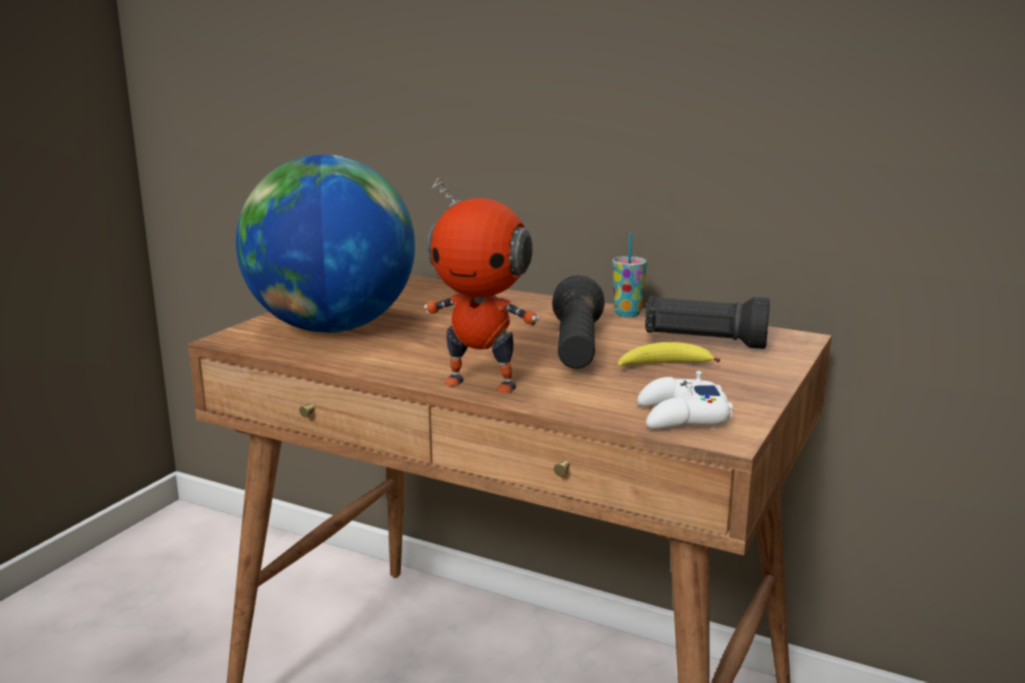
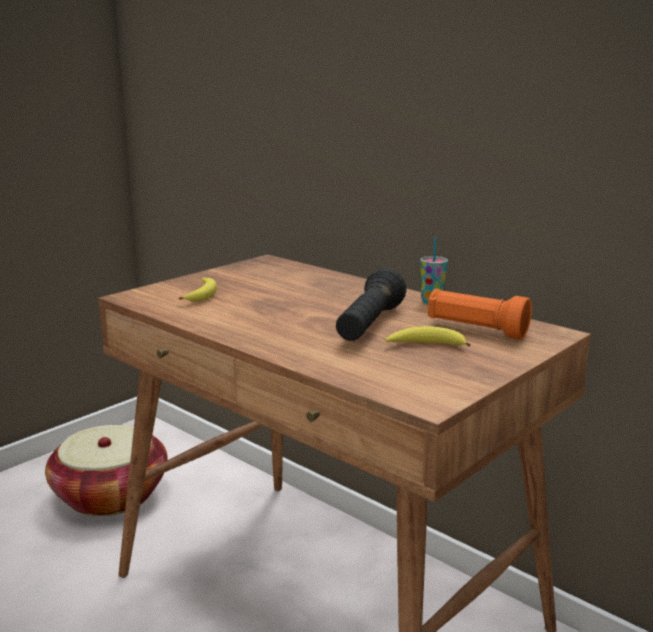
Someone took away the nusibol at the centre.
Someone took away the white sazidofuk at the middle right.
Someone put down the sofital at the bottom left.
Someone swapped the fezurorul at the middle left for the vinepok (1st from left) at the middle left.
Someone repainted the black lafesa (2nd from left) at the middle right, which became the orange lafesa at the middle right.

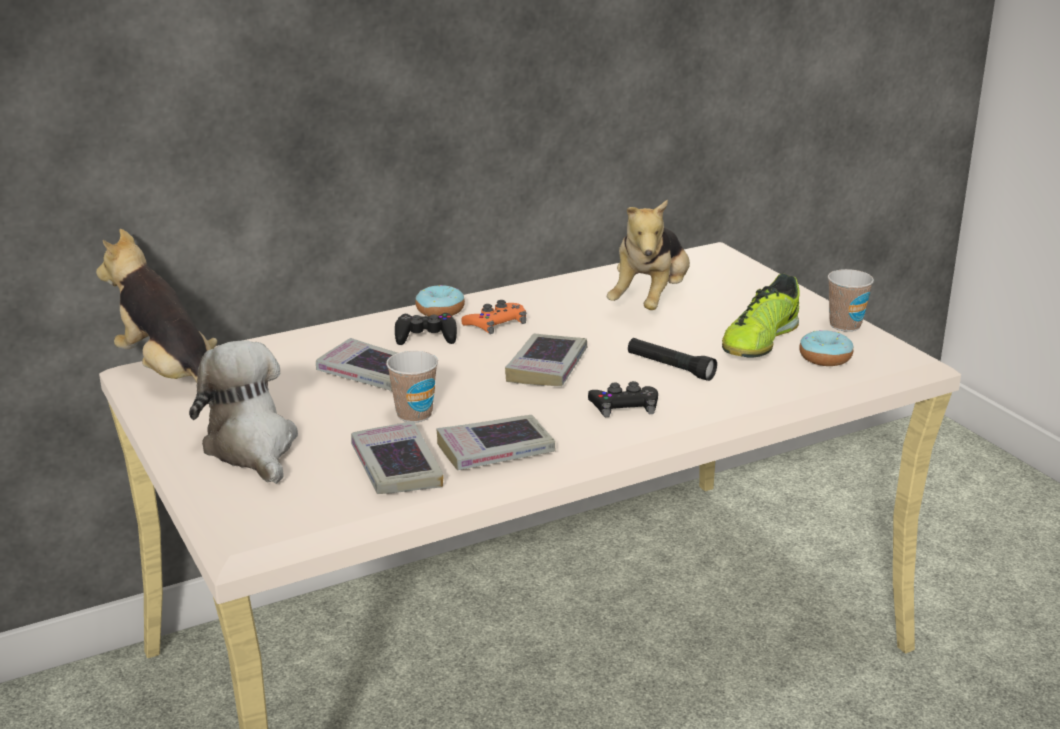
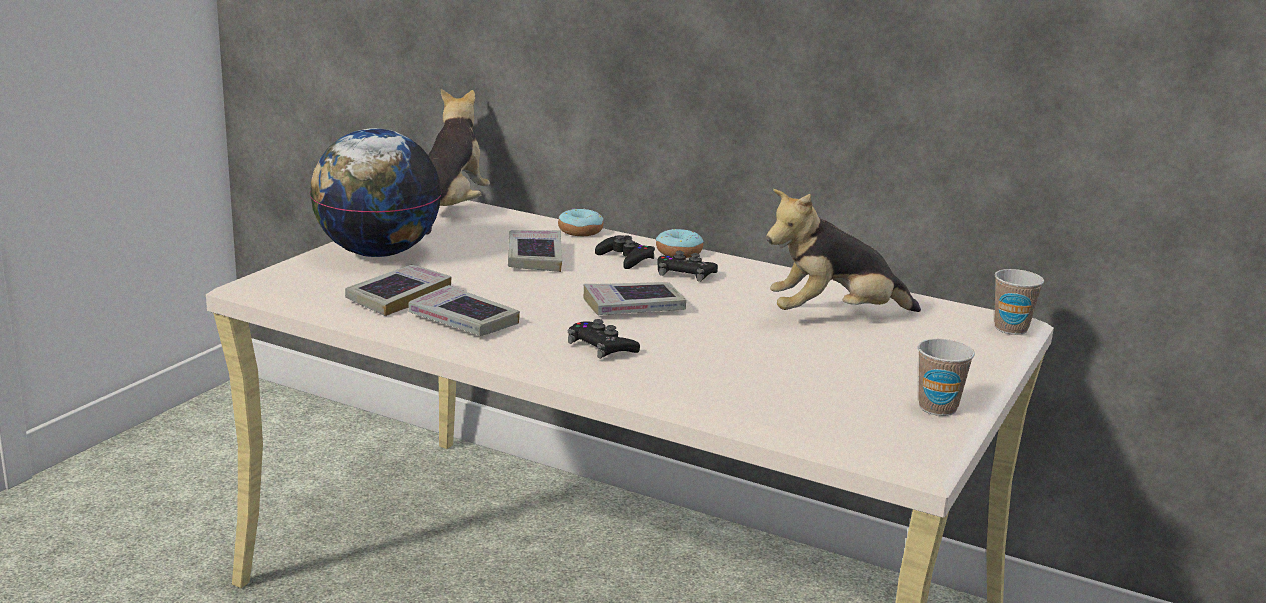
Someone took away the black lafesa at the centre.
Someone took away the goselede at the middle right.
Someone carried the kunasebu (1st from left in the first image) from the centre to the middle right.
Someone carried the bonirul (2nd from left in the first image) from the middle right to the centre.
Someone swapped the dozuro (2nd from left) at the middle left for the fezurorul at the top left.
Someone repainted the orange sazidofuk at the centre, which became the black sazidofuk (3rd from left) at the centre.

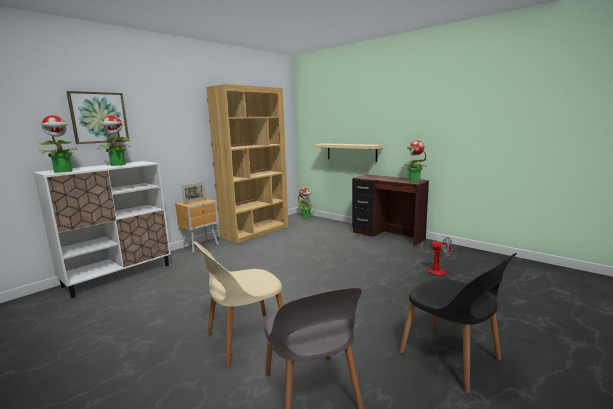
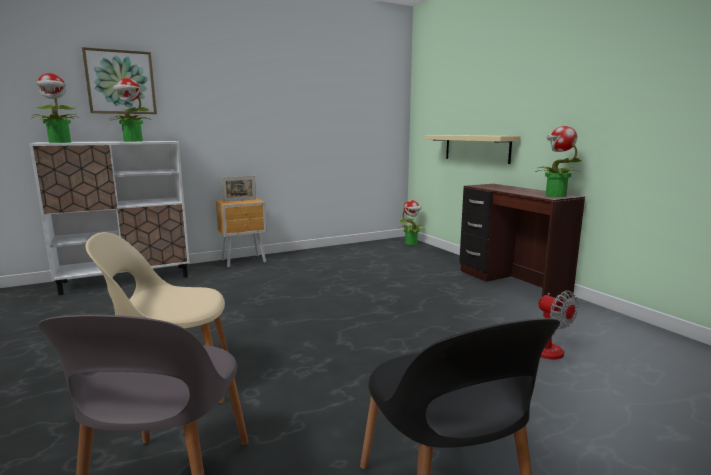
Someone took away the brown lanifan at the centre.

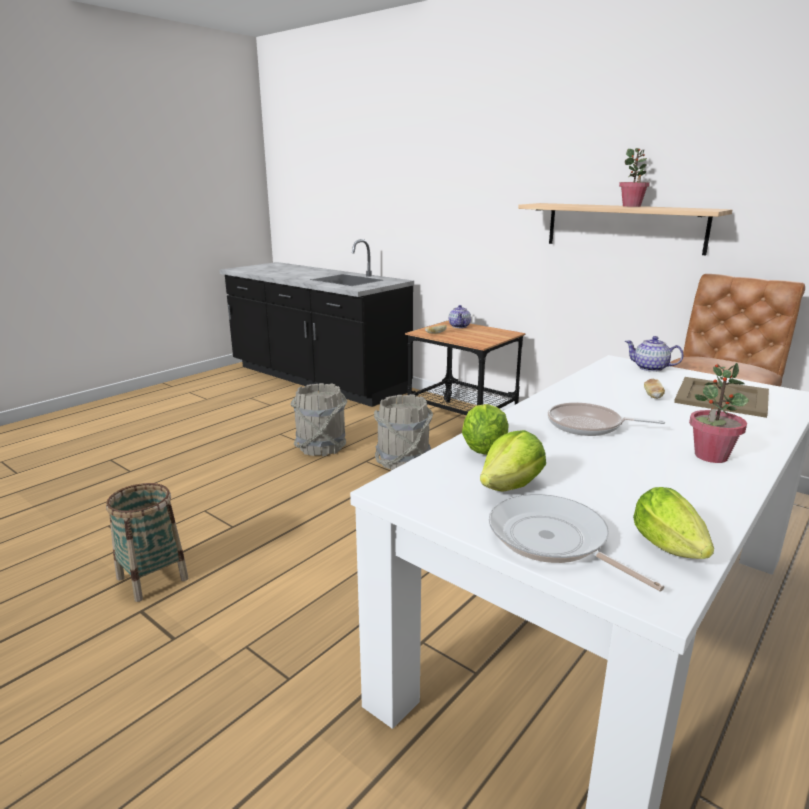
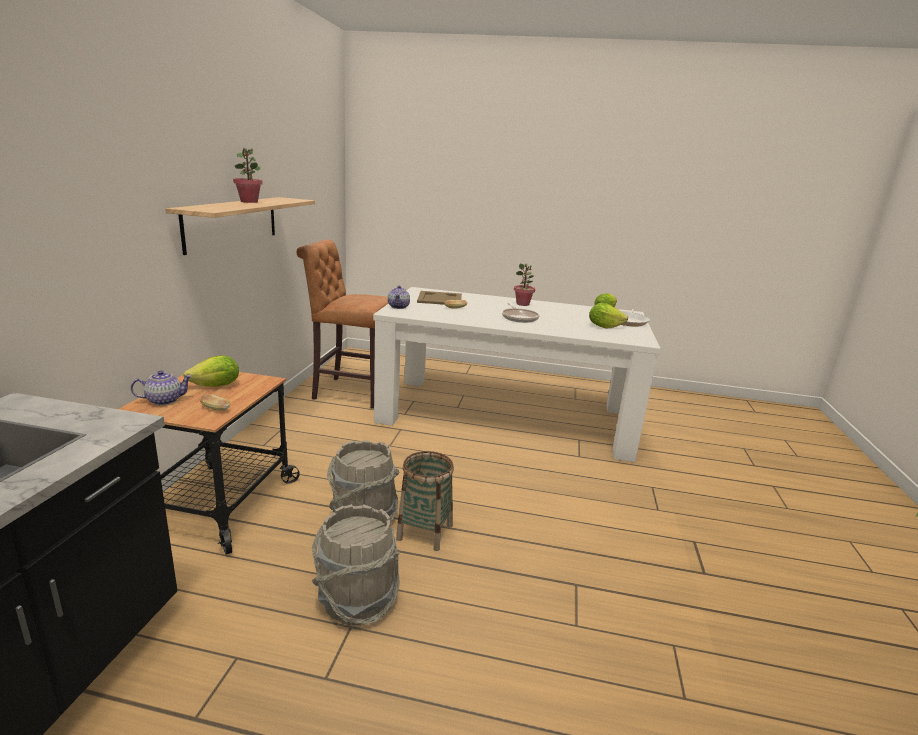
Someone carried the sofital from the bottom left to the bottom centre.
Someone carried the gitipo (1st from left) from the centre to the middle left.

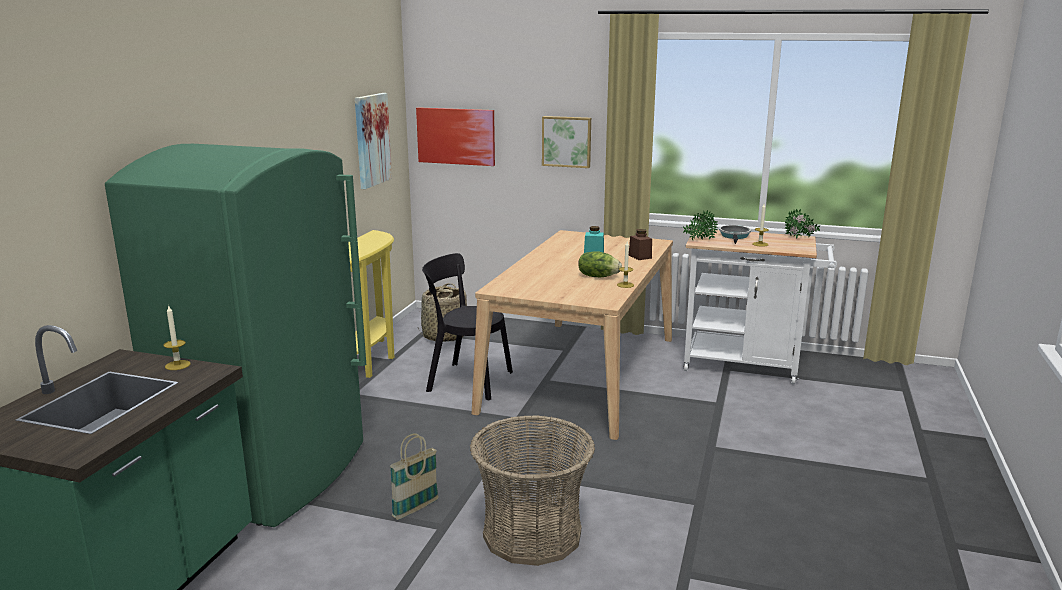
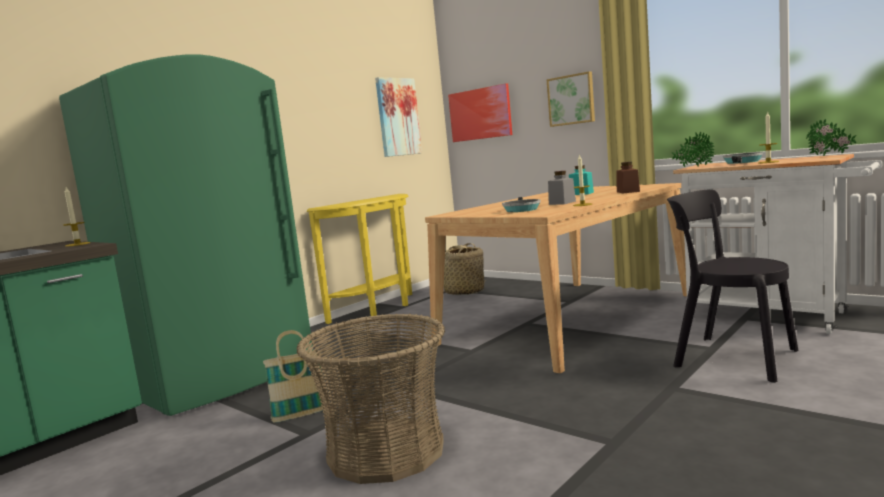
Someone put down the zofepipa (1st from left) at the centre.
Someone carried the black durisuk from the centre to the middle right.
Someone swapped the gitipo at the centre for the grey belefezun at the centre.

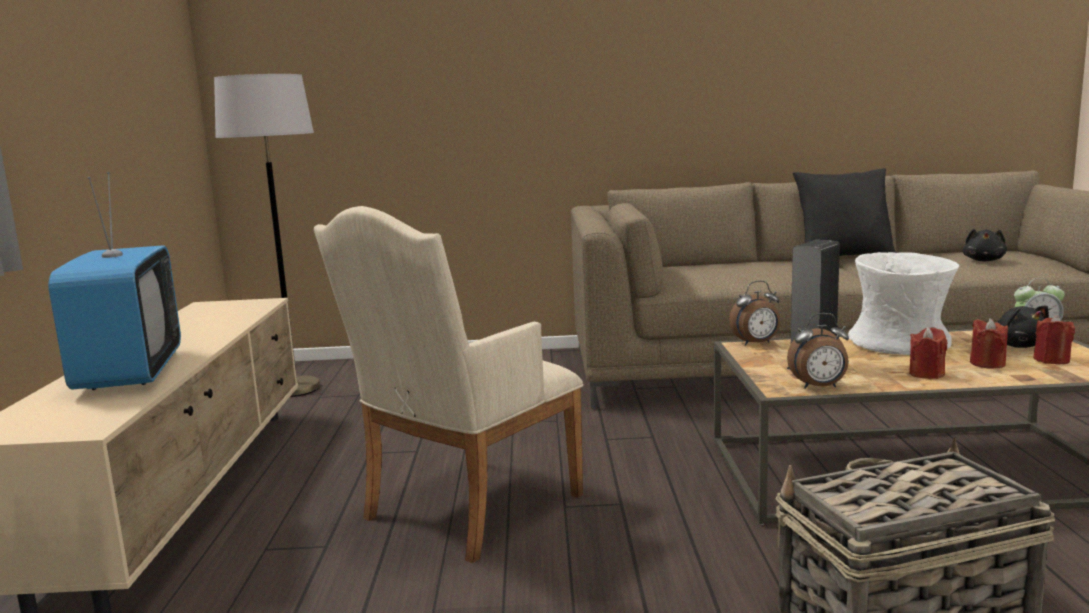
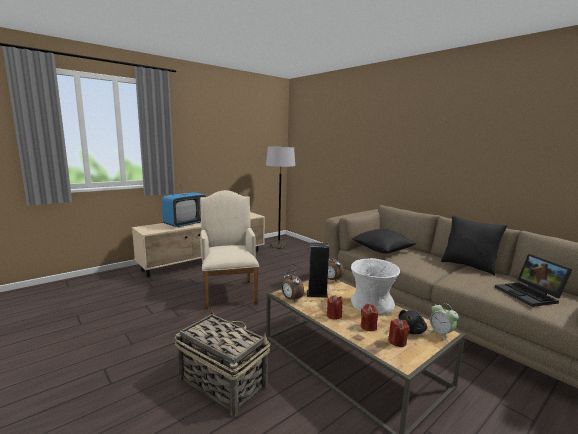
Someone put down the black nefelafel (1st from left) at the centre.
Someone swapped the black dozuro (1st from left) at the middle right for the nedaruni at the middle right.
Someone rotated the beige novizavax at the centre by 75 degrees clockwise.

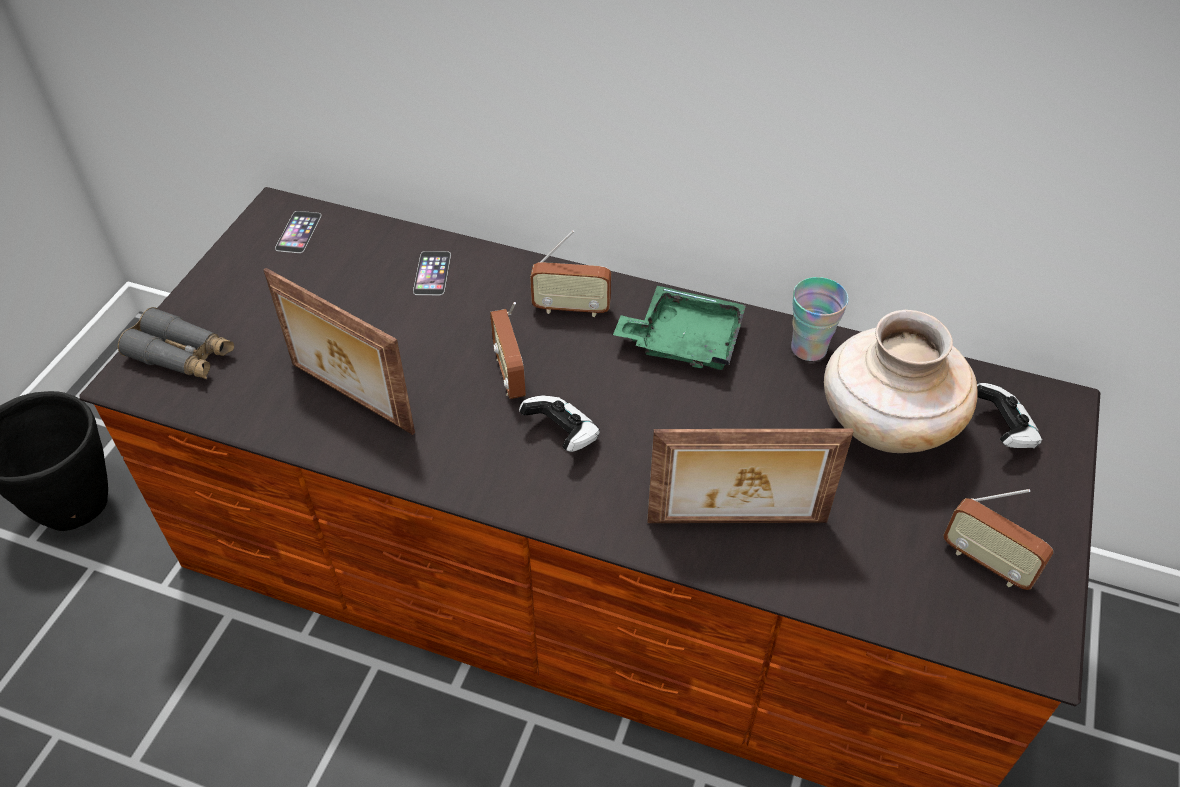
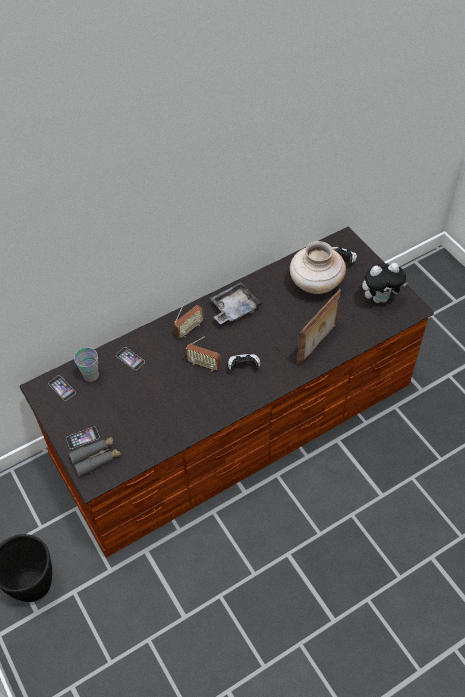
Someone took away the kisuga (1st from left) at the middle left.
Someone put down the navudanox (2nd from left) at the middle left.
Someone carried the kunasebu from the middle right to the middle left.
Someone swapped the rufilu (3rd from left) at the bottom right for the dozuro at the middle right.
Someone repainted the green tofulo at the centre, which became the grey tofulo at the centre.

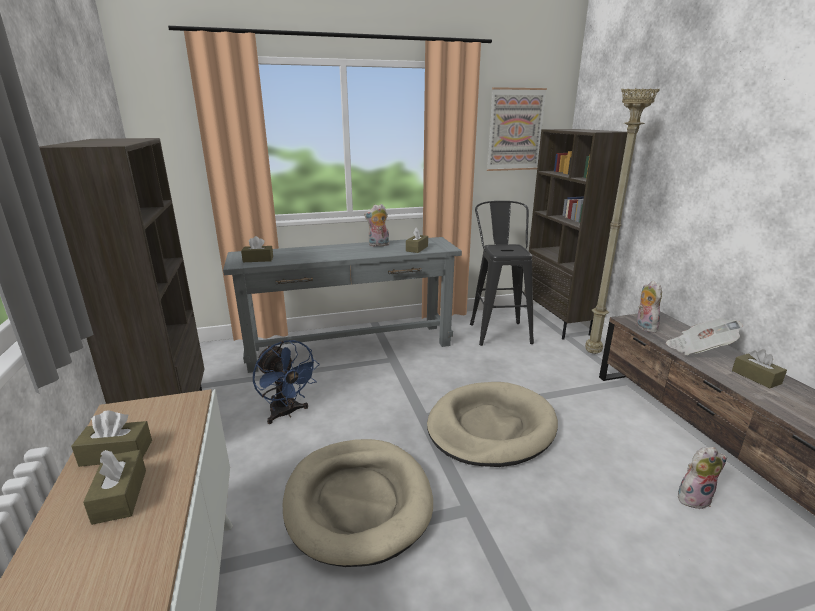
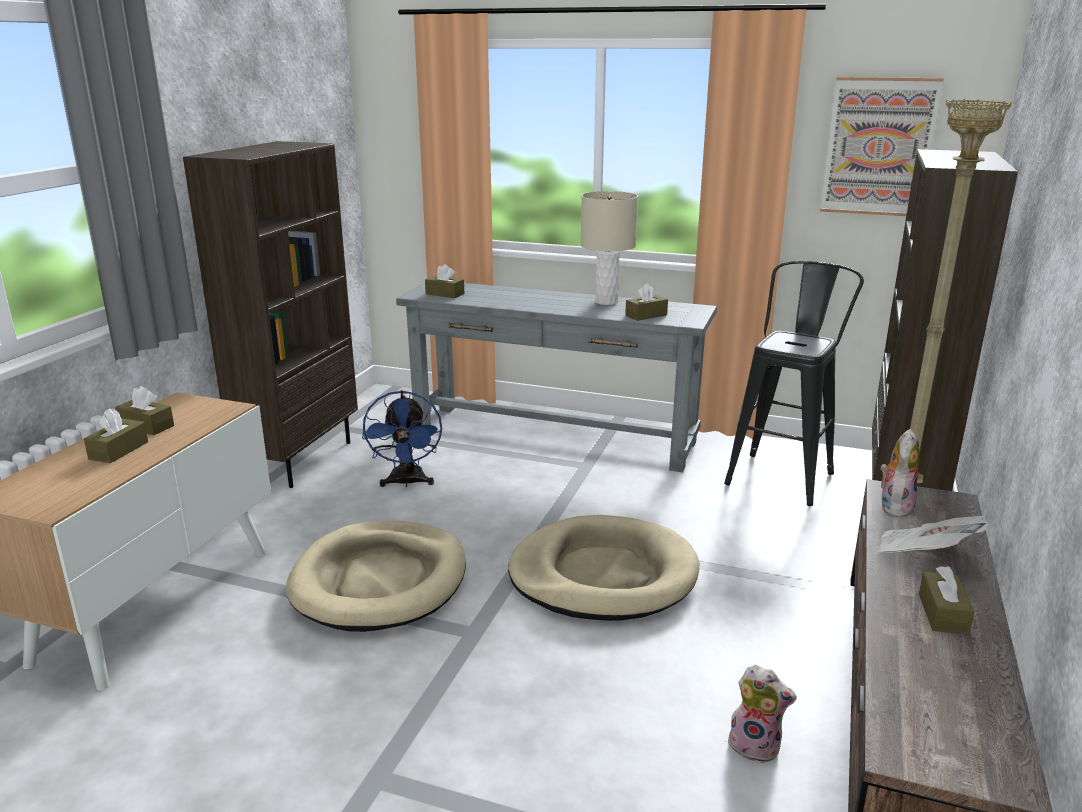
Someone swapped the dozuro (1st from left) at the centre for the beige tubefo at the top centre.

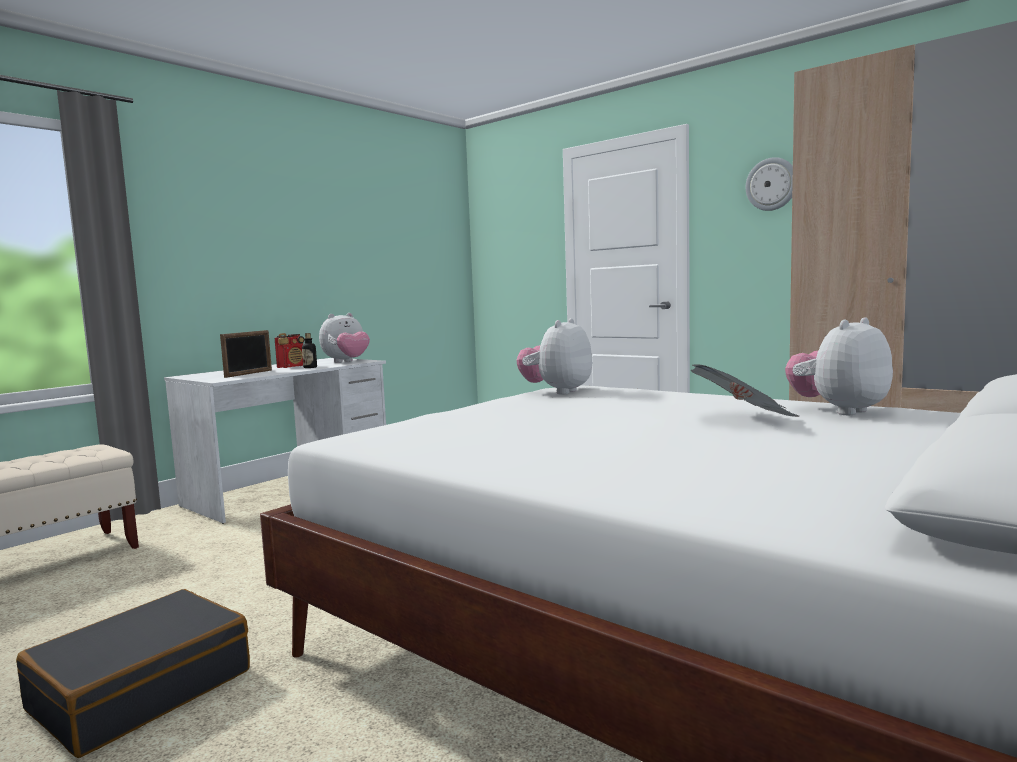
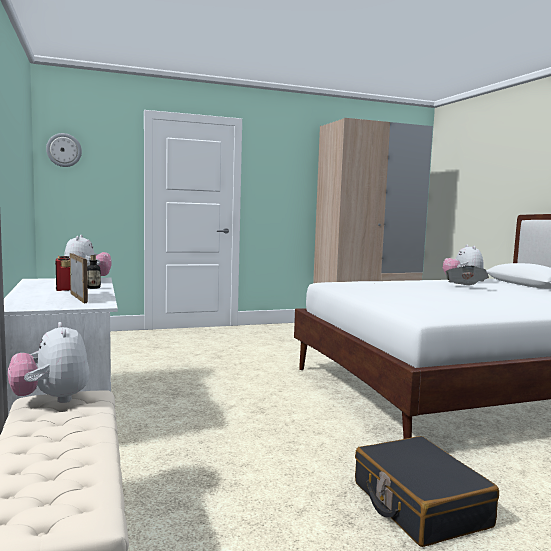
Someone carried the dozuro (2nd from left in the first image) from the centre to the middle left.
Someone carried the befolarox from the top right to the top left.

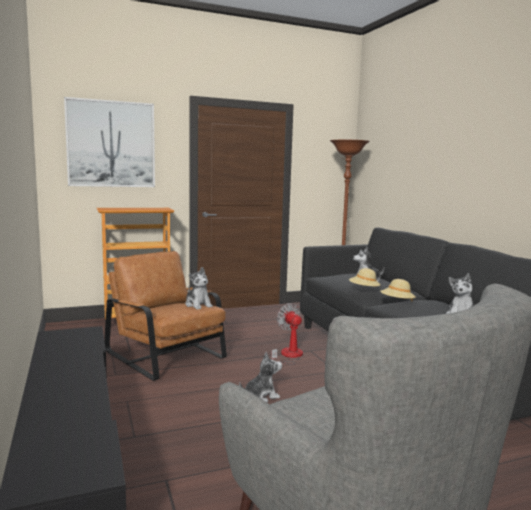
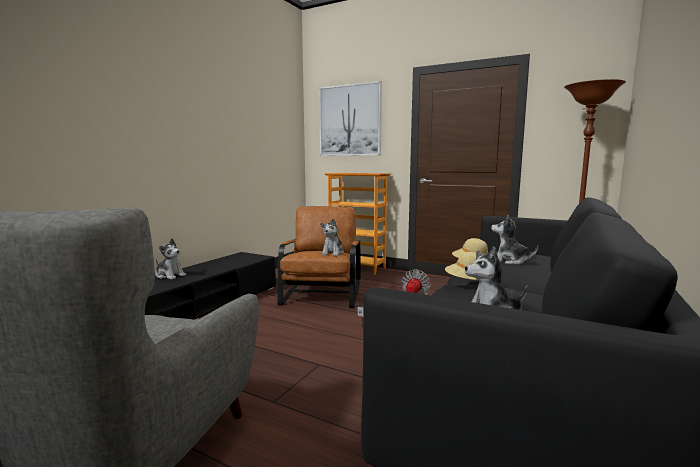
Someone carried the dozuro (2nd from left in the first image) from the bottom centre to the middle left.

